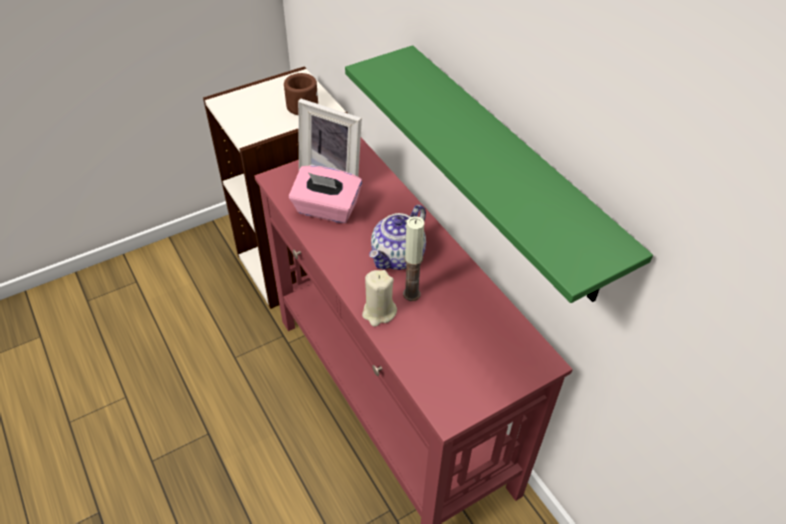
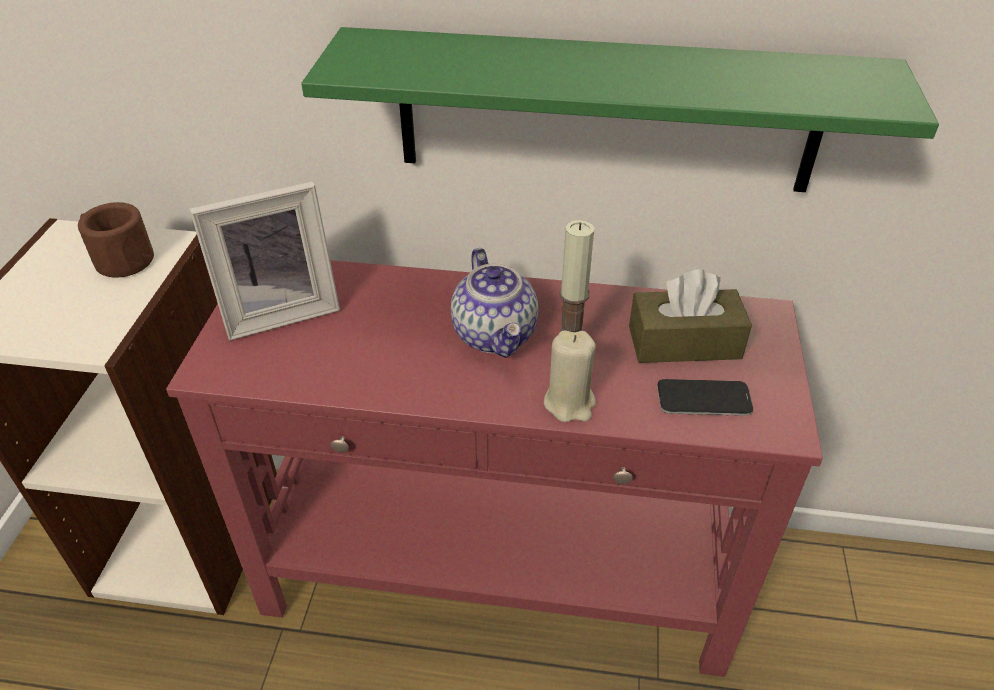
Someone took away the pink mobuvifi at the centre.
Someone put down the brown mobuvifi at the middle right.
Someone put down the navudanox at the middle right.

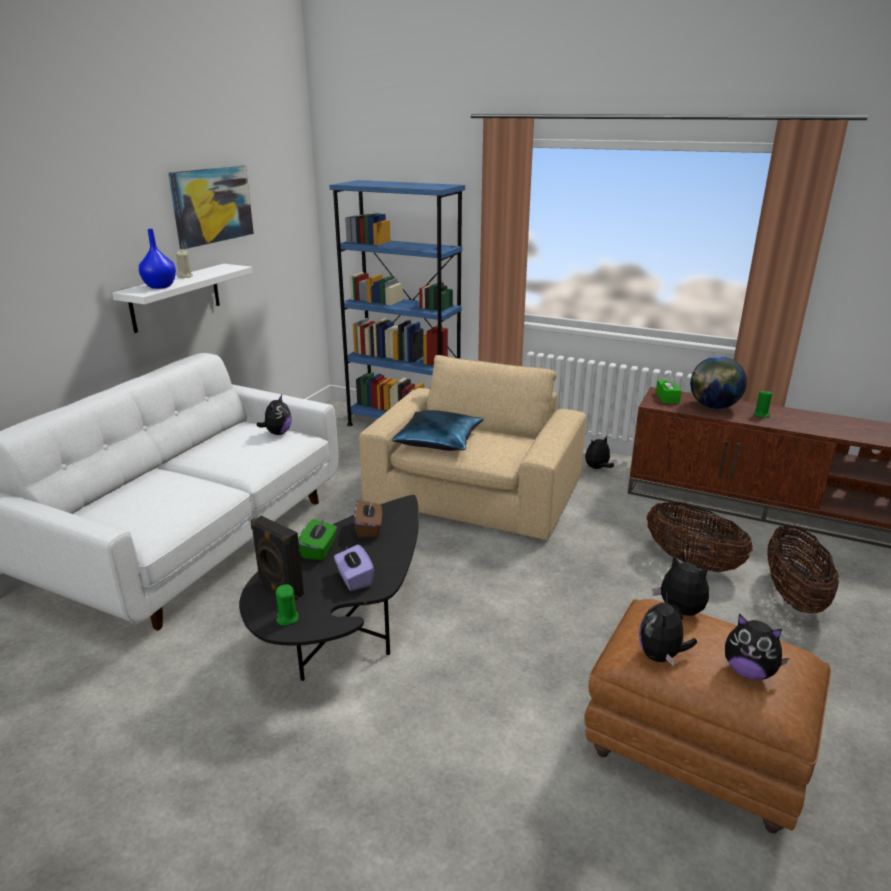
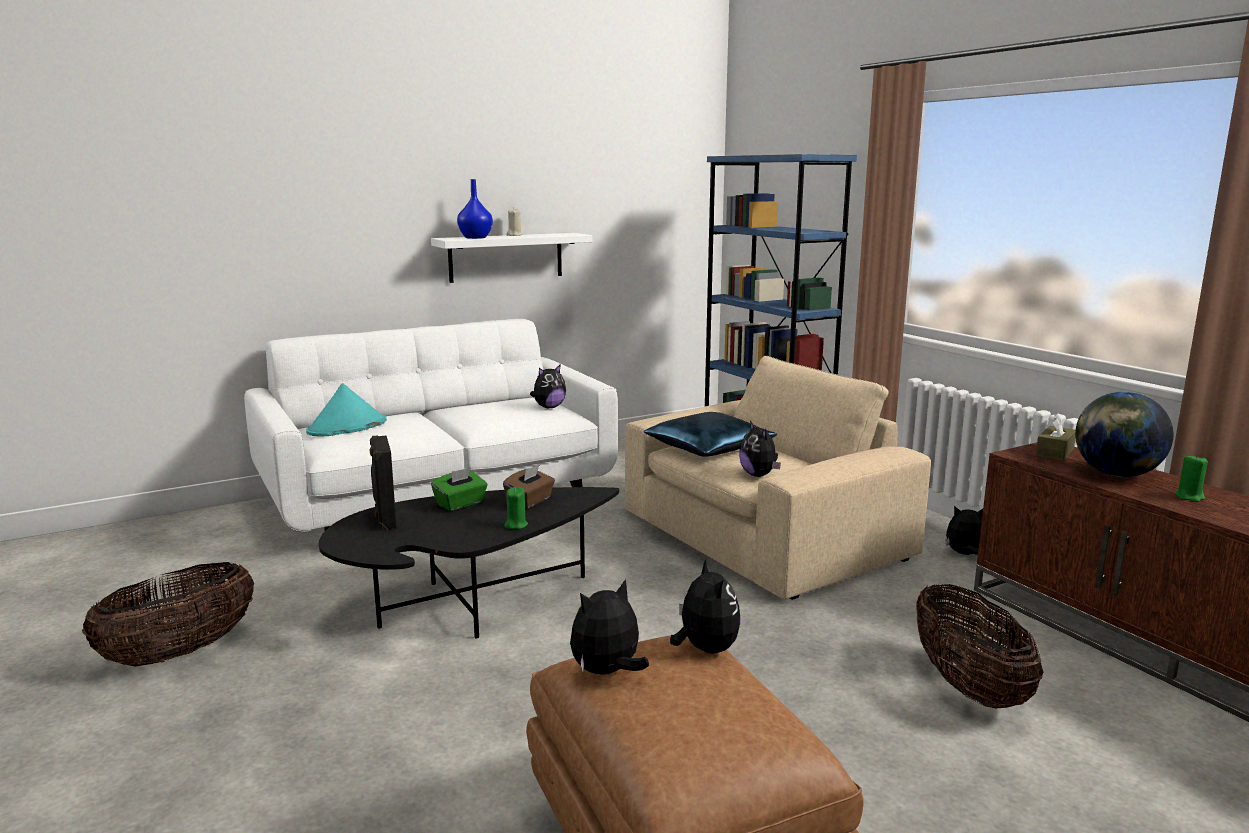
Someone took away the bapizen at the top left.
Someone took away the purple mobuvifi at the centre.
Someone put down the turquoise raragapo at the middle left.
Someone carried the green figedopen (1st from left) from the bottom left to the centre.
Someone carried the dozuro (5th from left in the first image) from the bottom right to the centre.
Someone carried the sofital (2nd from left in the first image) from the middle right to the bottom left.
Someone repainted the green mobuvifi (2nd from left) at the middle right, which became the brown mobuvifi (2nd from left) at the middle right.

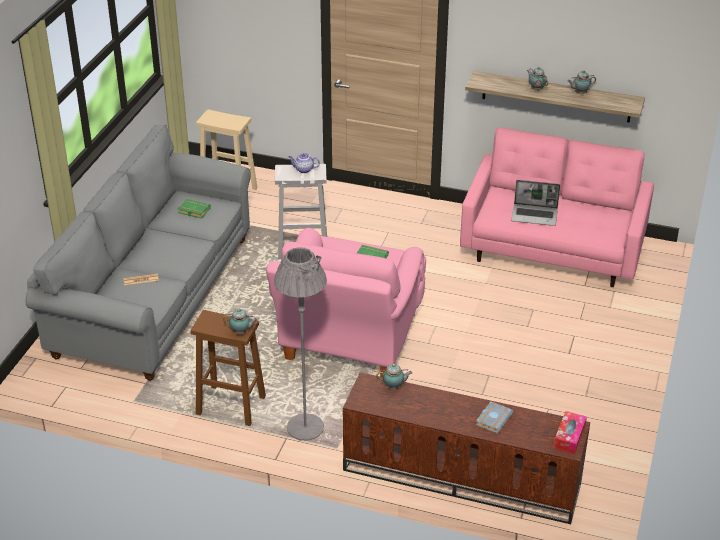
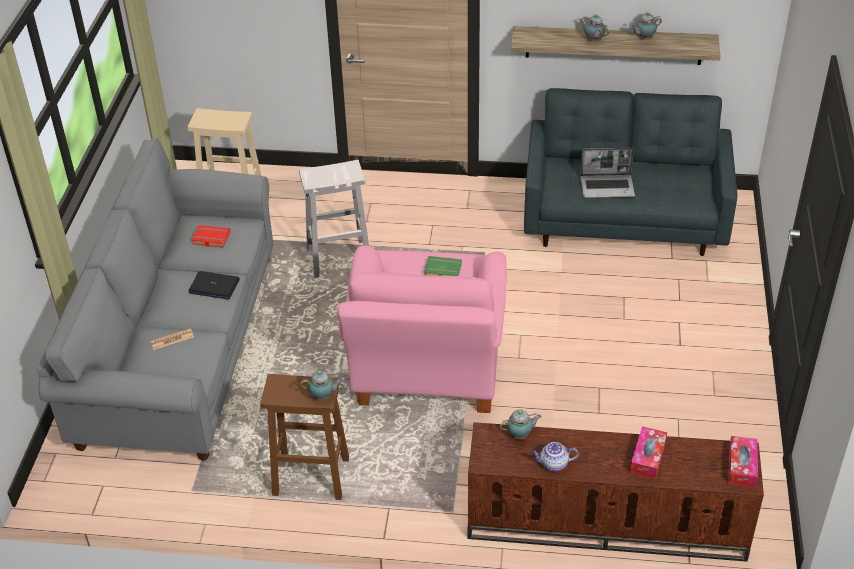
Someone took away the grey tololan at the centre.
Someone put down the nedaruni (1st from left) at the middle left.
Someone carried the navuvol (2nd from left in the first image) from the top centre to the bottom centre.
Someone swapped the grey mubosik at the bottom right for the mobuvifi (1st from left) at the bottom right.
Someone repainted the green mubosik (1st from left) at the middle left, which became the red mubosik at the middle left.
Someone repainted the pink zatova at the middle right, which became the grey zatova (2nd from left) at the top right.

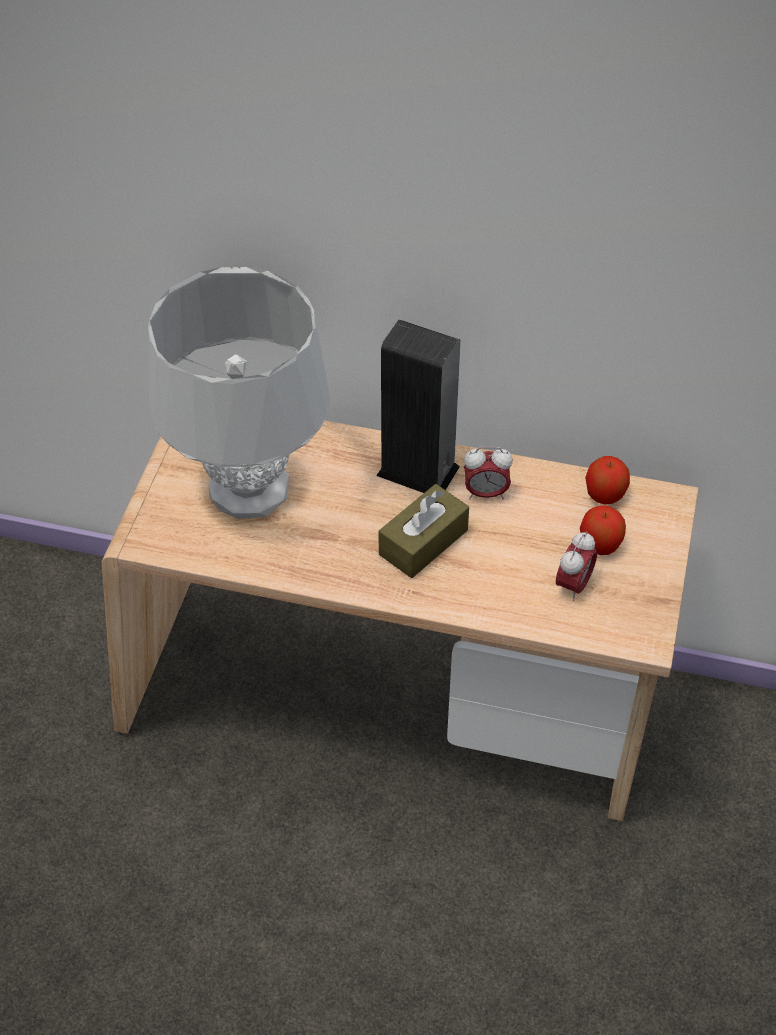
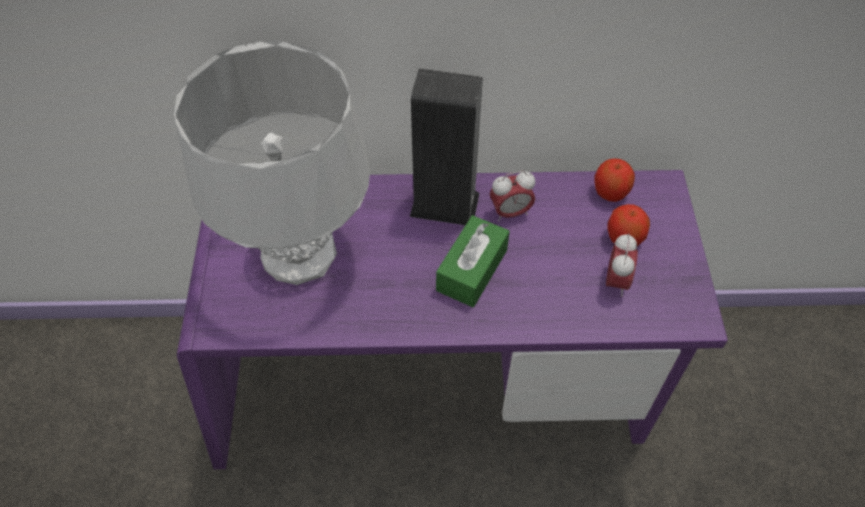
Someone repainted the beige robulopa at the centre, which became the purple robulopa at the centre.
Someone repainted the brown mobuvifi at the centre, which became the green mobuvifi at the centre.

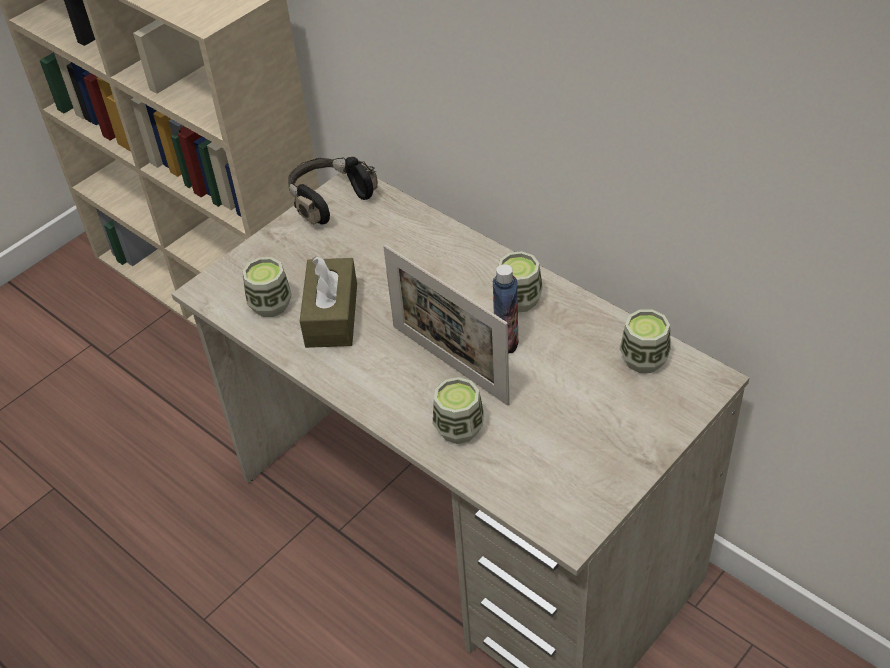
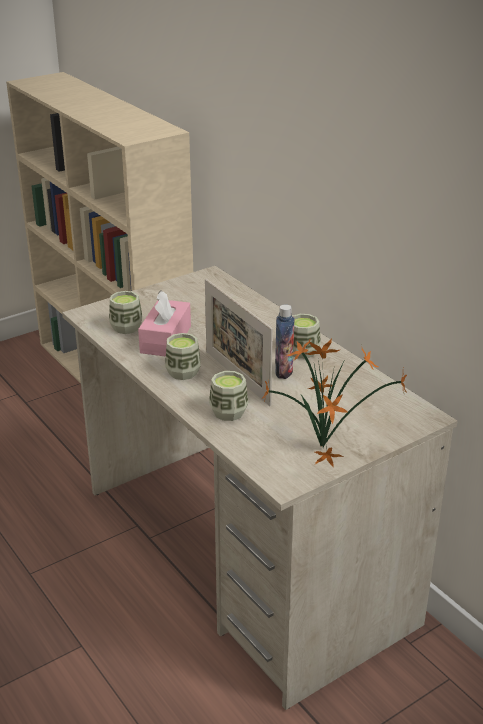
Someone took away the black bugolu at the top centre.
Someone put down the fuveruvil at the middle right.
Someone carried the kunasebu (4th from left in the first image) from the middle right to the centre.
Someone repainted the brown mobuvifi at the centre, which became the pink mobuvifi at the centre.

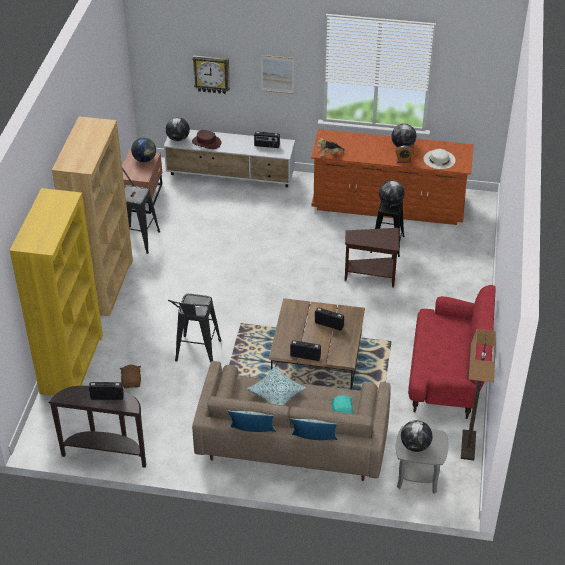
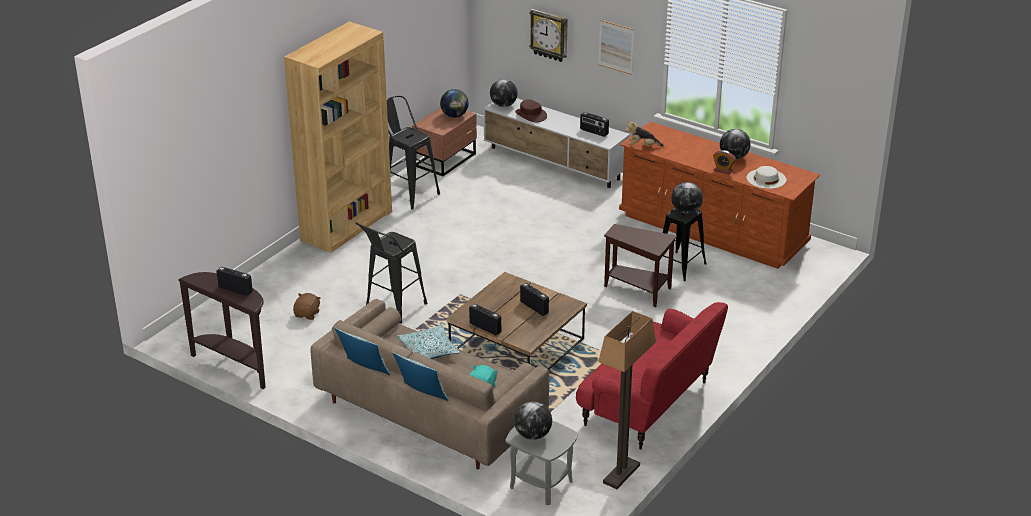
Someone took away the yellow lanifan at the middle left.

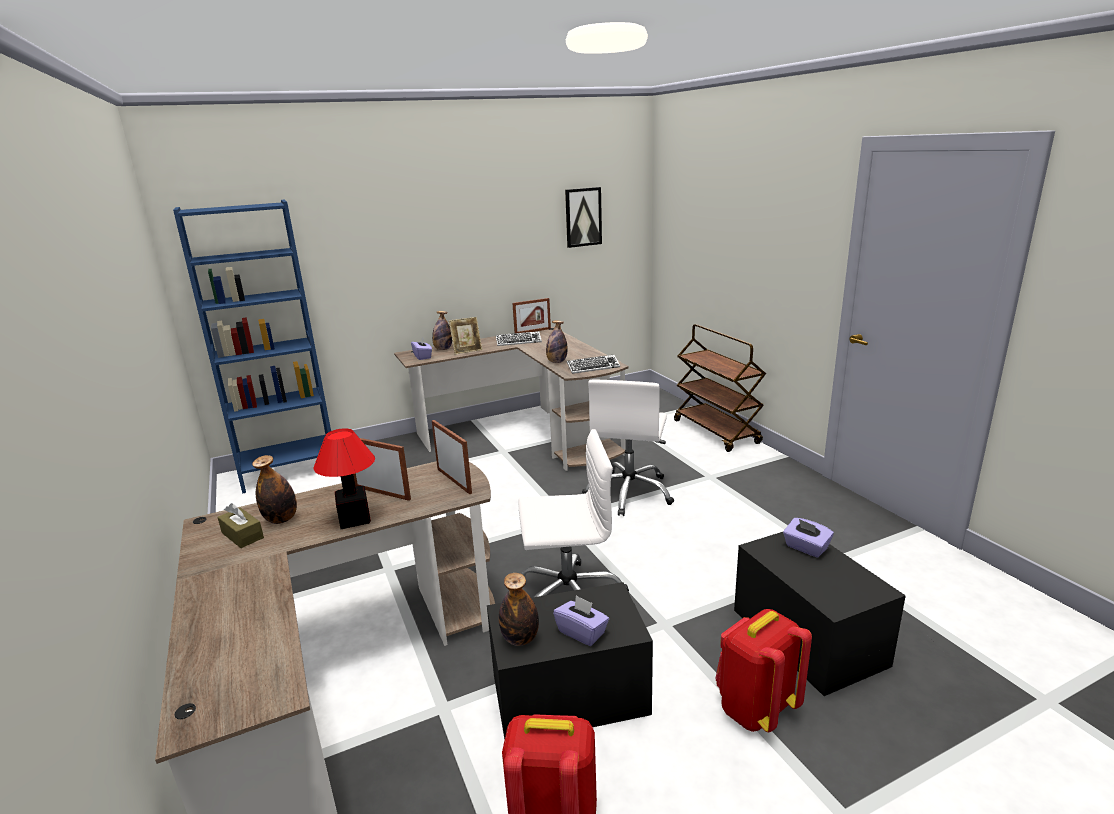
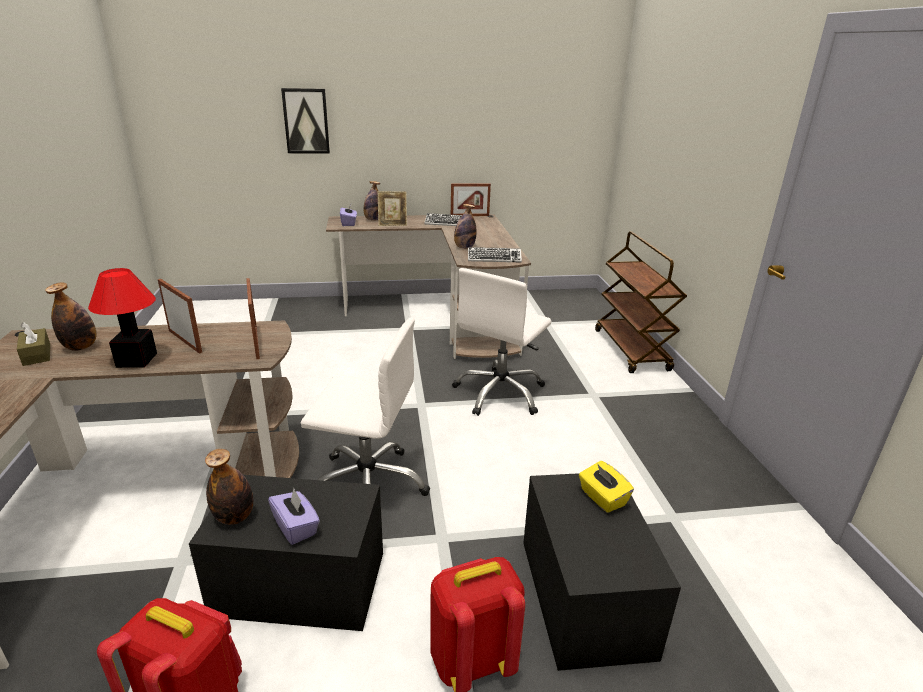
Someone took away the blue lanifan at the middle left.
Someone carried the bapizen from the top centre to the top left.
Someone repainted the purple mobuvifi (3rd from left) at the middle right, which became the yellow mobuvifi at the bottom centre.

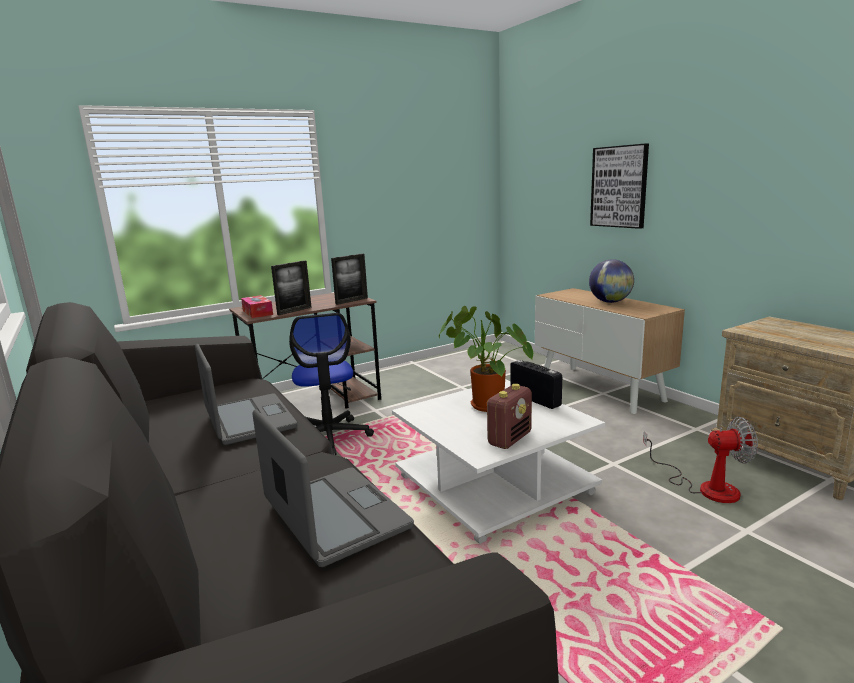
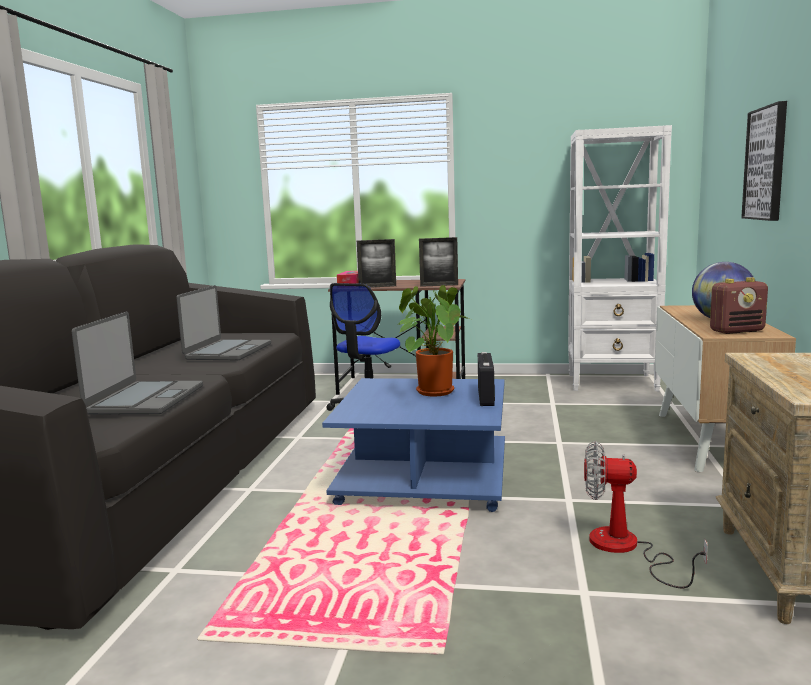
Someone put down the white lanifan at the middle right.
Someone carried the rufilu (1st from left in the first image) from the centre to the middle right.
Someone repainted the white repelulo at the bottom centre, which became the blue repelulo at the centre.
Someone rotated the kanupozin at the bottom right by 150 degrees clockwise.

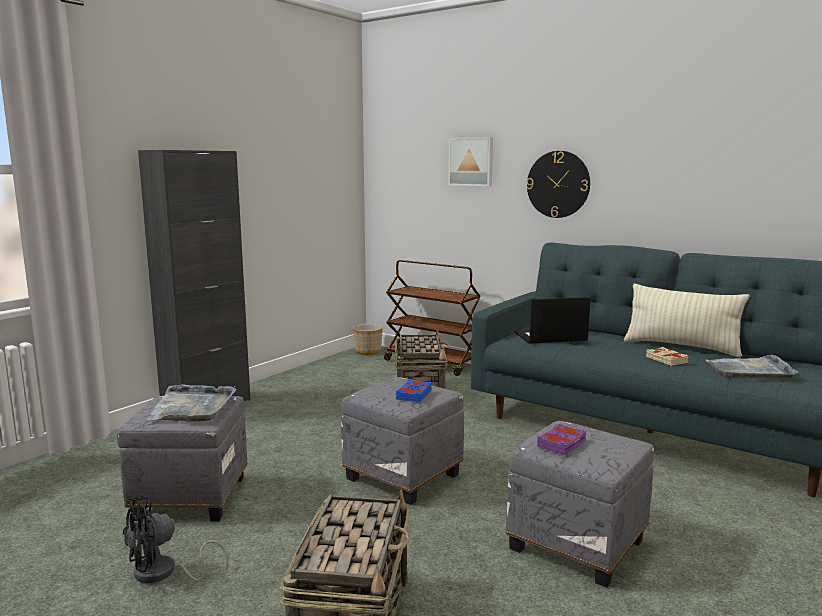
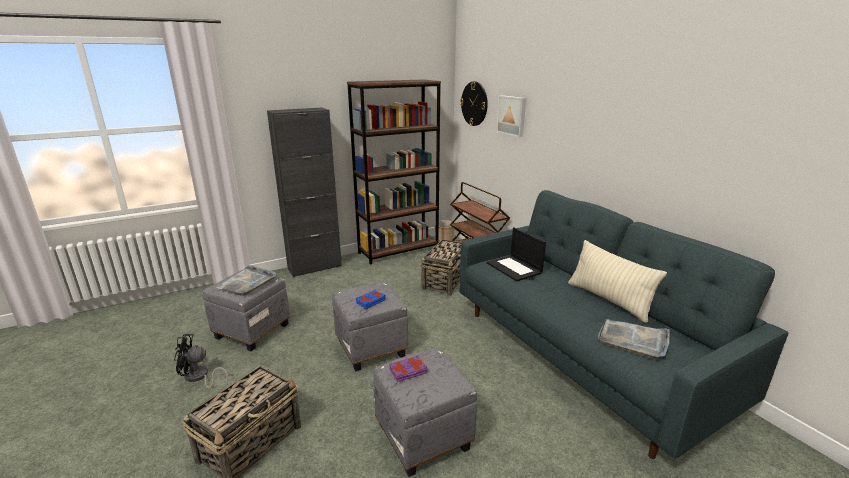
Someone took away the beige mubosik at the middle right.
Someone put down the brown lanifan at the centre.
Someone carried the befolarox from the top right to the top centre.
Someone rotated the nedaruni at the middle right by 135 degrees counterclockwise.

